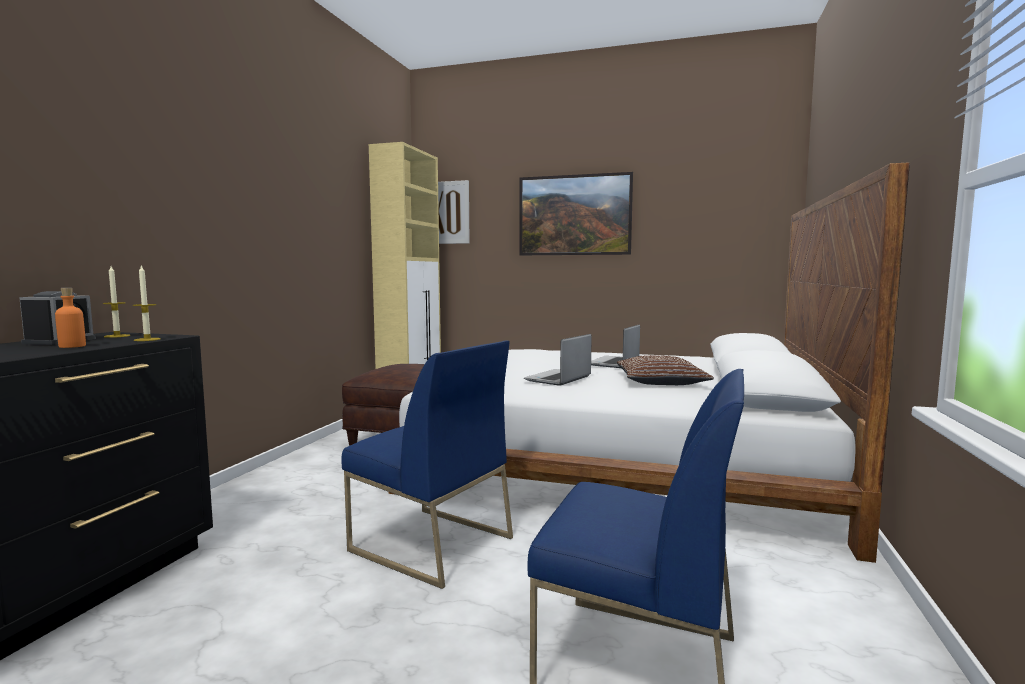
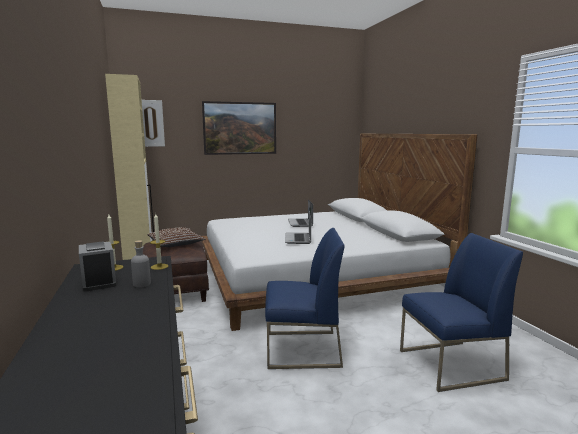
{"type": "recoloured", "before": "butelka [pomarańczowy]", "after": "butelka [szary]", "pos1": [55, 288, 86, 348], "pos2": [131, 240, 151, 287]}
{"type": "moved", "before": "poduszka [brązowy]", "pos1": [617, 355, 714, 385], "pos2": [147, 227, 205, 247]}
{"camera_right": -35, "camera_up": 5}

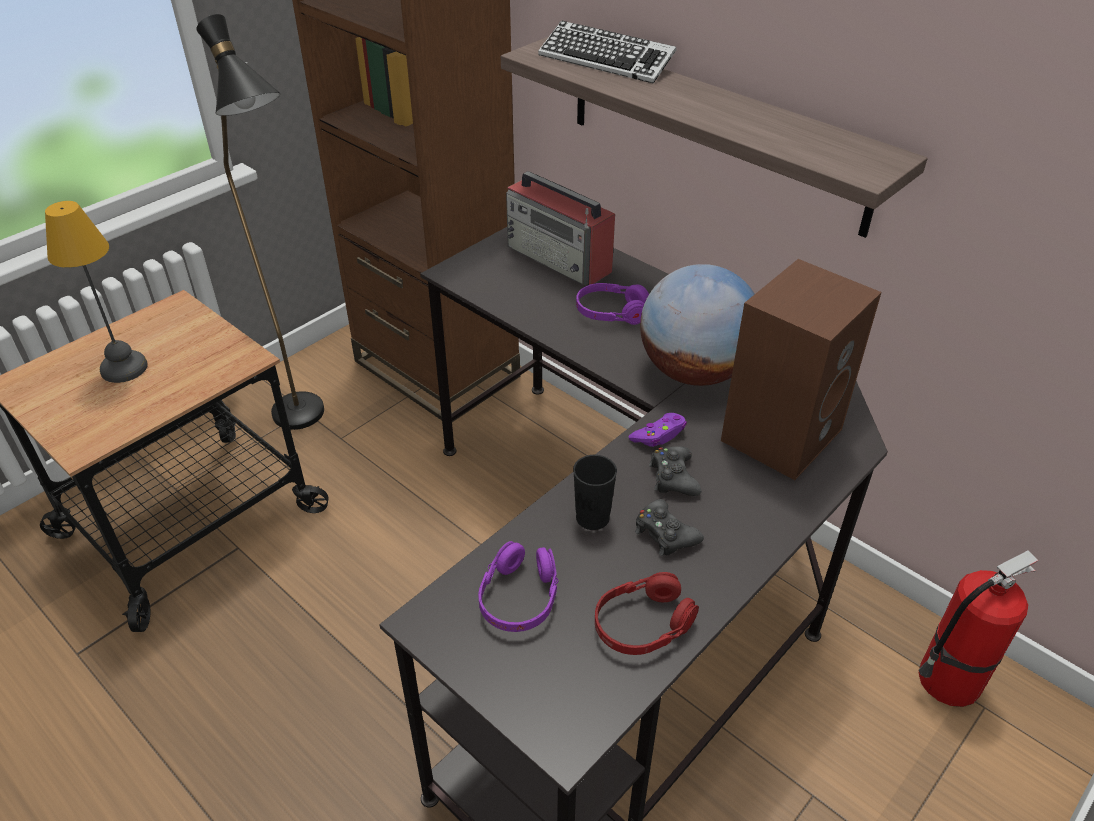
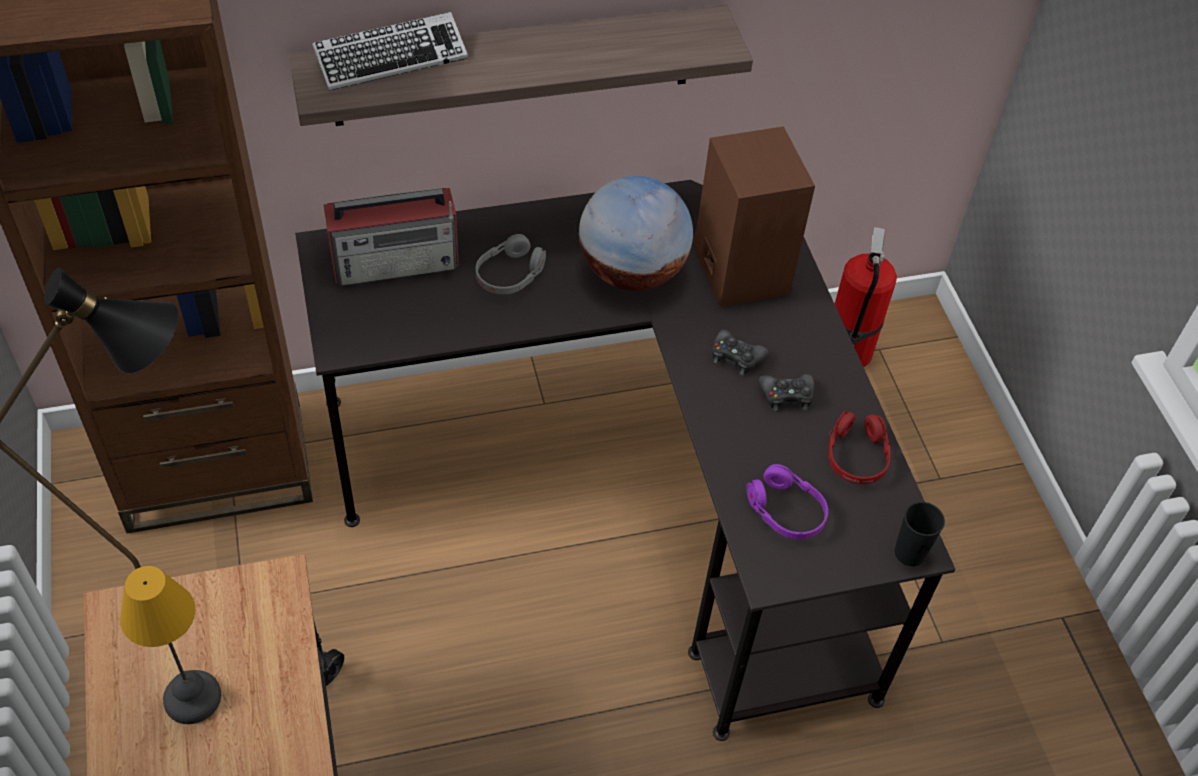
{"type": "recoloured", "before": "słuchawki [fioletowy]", "after": "słuchawki [szary]", "pos1": [576, 283, 649, 325], "pos2": [475, 234, 546, 294]}
{"type": "removed", "before": "pad do gier [fioletowy]", "pos1": [629, 413, 687, 447]}
{"type": "moved", "before": "filiżanka [czarny]", "pos1": [573, 455, 617, 530], "pos2": [894, 502, 945, 566]}
{"camera_right": -60, "camera_up": 10}

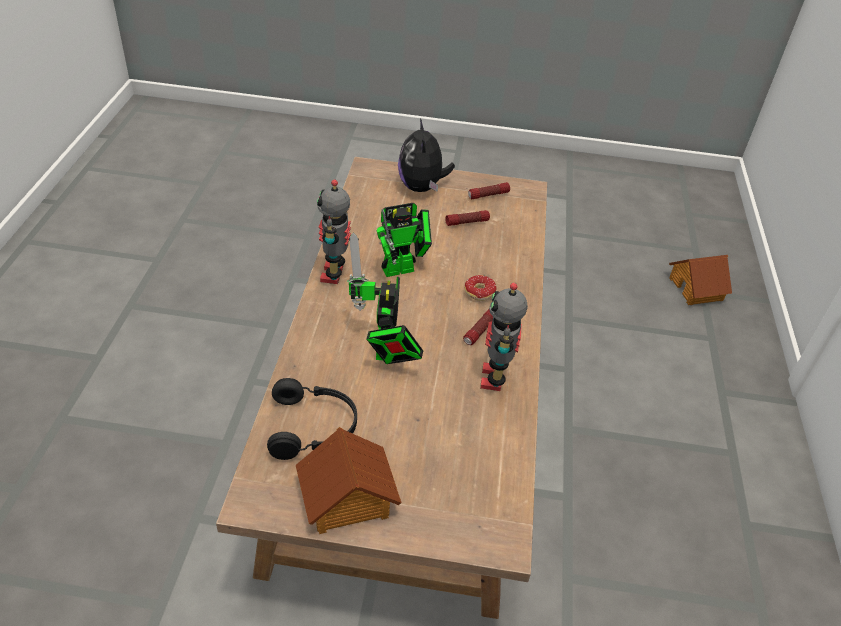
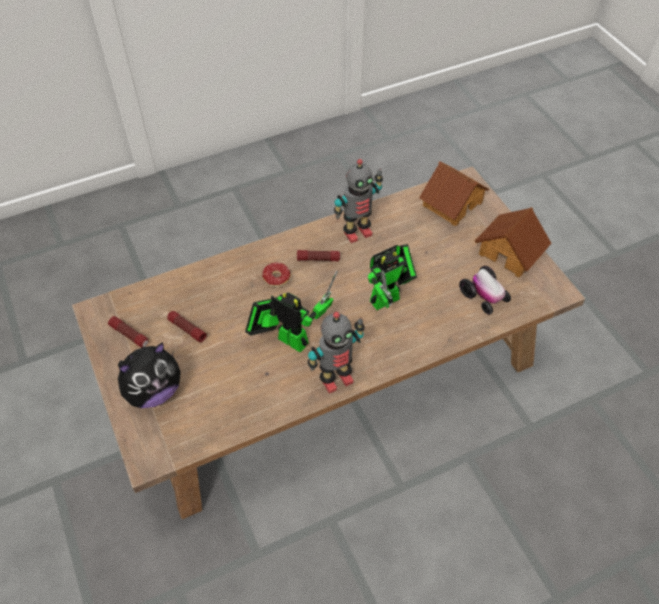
{"type": "moved", "before": "domek", "pos1": [669, 255, 732, 305], "pos2": [419, 161, 489, 226]}
{"type": "replaced", "before": "słuchawki [czarny]", "after": "samochodzik", "pos1": [267, 378, 357, 460], "pos2": [459, 266, 511, 315]}
{"camera_right": -120, "camera_up": 10}

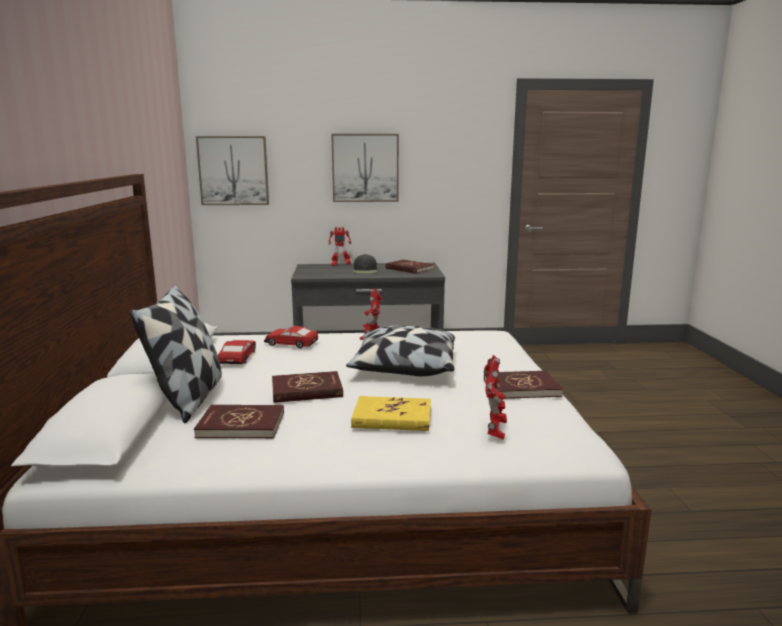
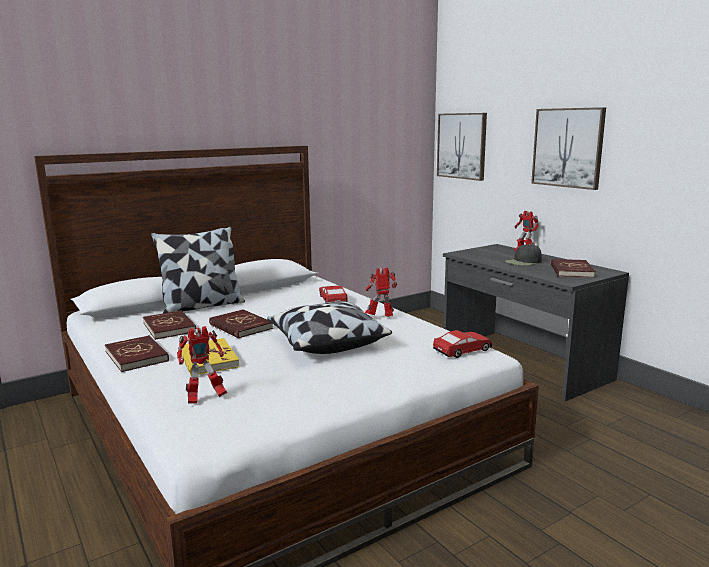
{"type": "moved", "before": "samochodzik", "pos1": [218, 340, 256, 364], "pos2": [433, 330, 492, 358]}
{"type": "moved", "before": "książka [czerwony]", "pos1": [484, 371, 563, 399], "pos2": [105, 335, 169, 372]}
{"camera_right": 60, "camera_up": 0}

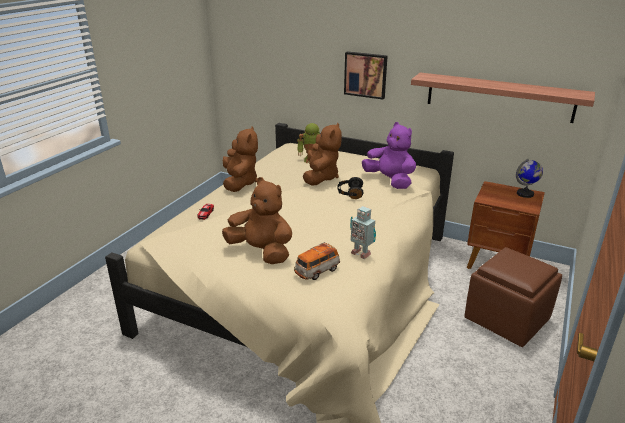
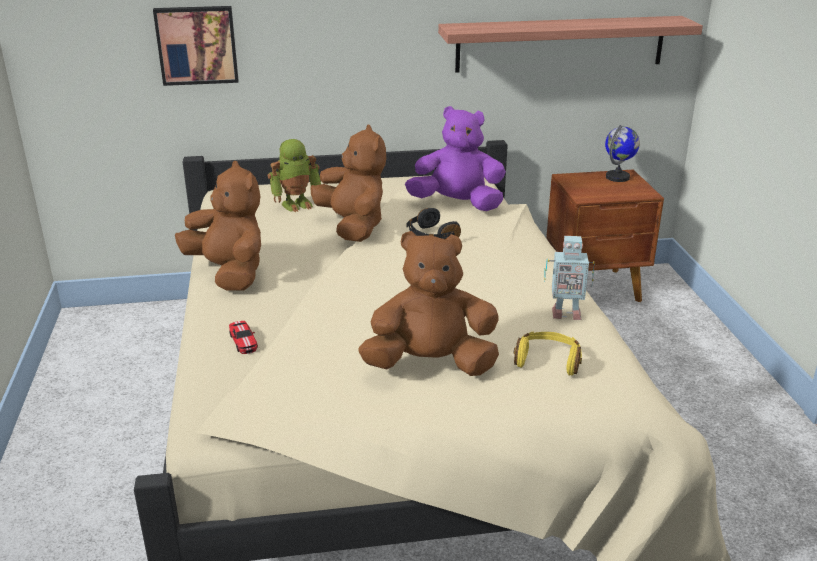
{"type": "moved", "before": "obraz", "pos1": [344, 51, 388, 100], "pos2": [153, 6, 238, 86]}
{"type": "replaced", "before": "samochodzik", "after": "słuchawki [żółty]", "pos1": [294, 242, 340, 280], "pos2": [514, 332, 582, 376]}
{"type": "removed", "before": "pufa [brązowy]", "pos1": [464, 247, 562, 347]}
{"camera_right": -35, "camera_up": 0}

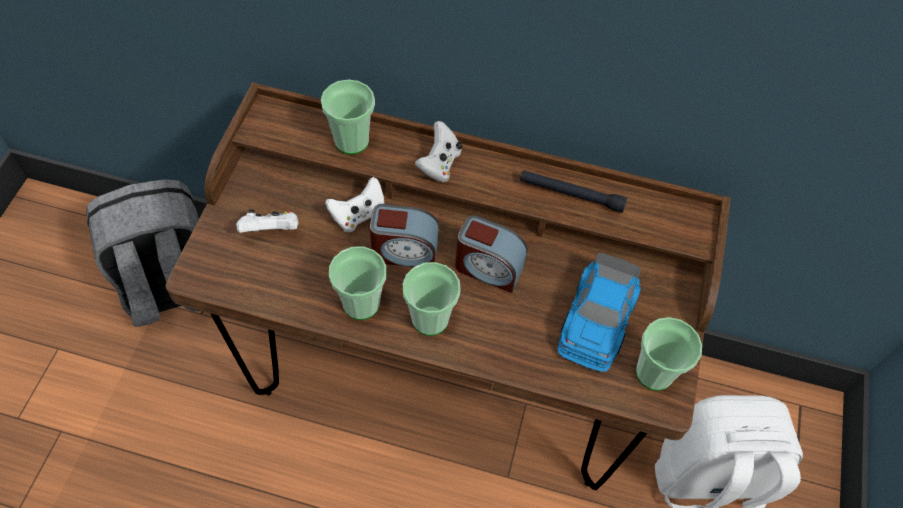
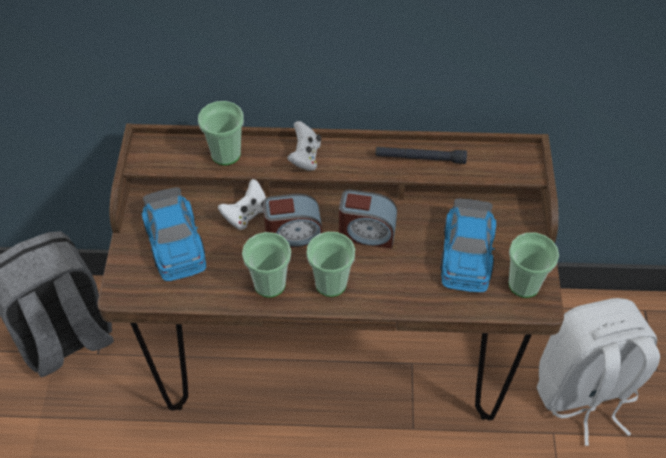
{"type": "replaced", "before": "pad do gier [biały]", "after": "samochodzik", "pos1": [236, 210, 299, 233], "pos2": [142, 187, 206, 281]}
{"camera_right": -10, "camera_up": -5}

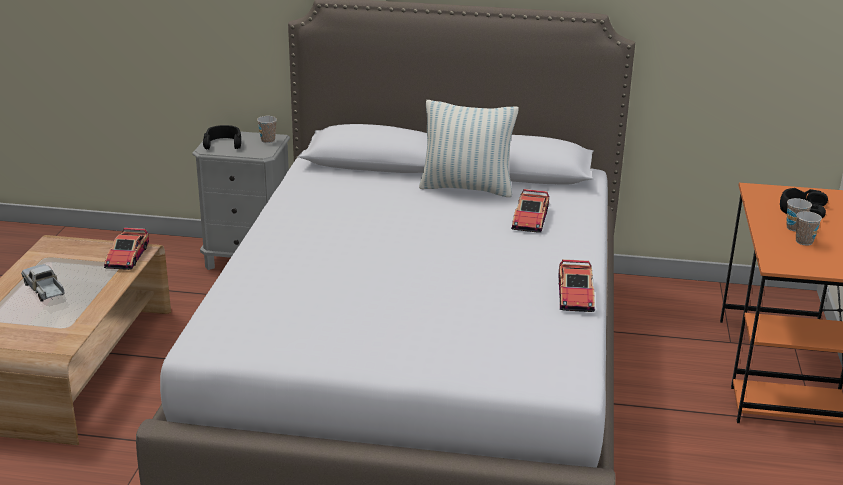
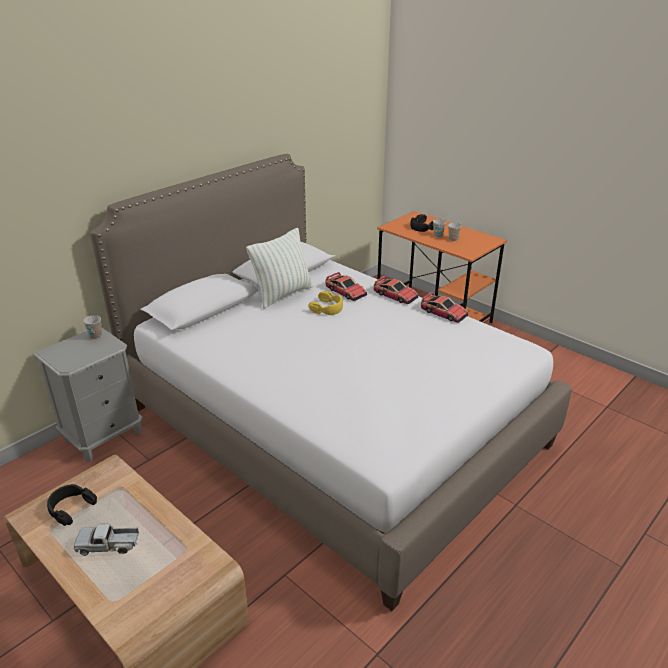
{"type": "moved", "before": "słuchawki [czarny]", "pos1": [203, 125, 241, 150], "pos2": [47, 484, 97, 526]}
{"type": "moved", "before": "samochodzik", "pos1": [104, 228, 149, 270], "pos2": [374, 276, 418, 304]}
{"type": "added", "after": "słuchawki [żółty]", "pos2": [308, 291, 343, 315]}
{"camera_right": -55, "camera_up": 5}

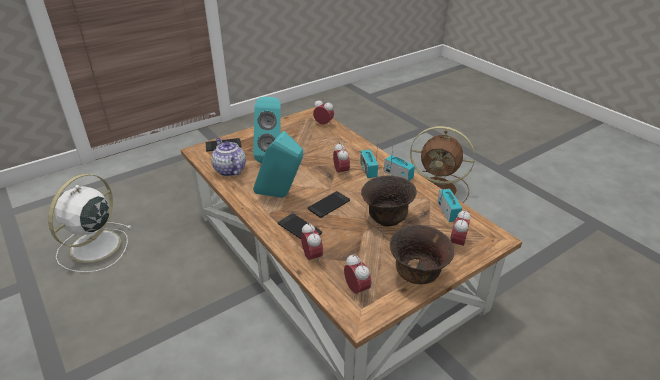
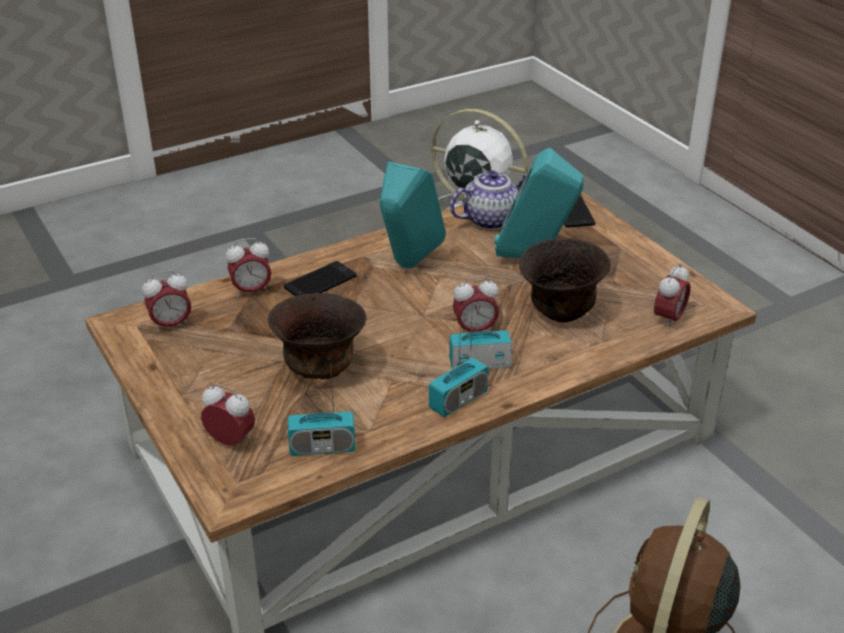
{"type": "removed", "before": "telefon", "pos1": [308, 191, 350, 218]}
{"type": "moved", "before": "miska [brązowy]", "pos1": [390, 225, 454, 285], "pos2": [519, 238, 611, 323]}
{"camera_right": 95, "camera_up": 0}

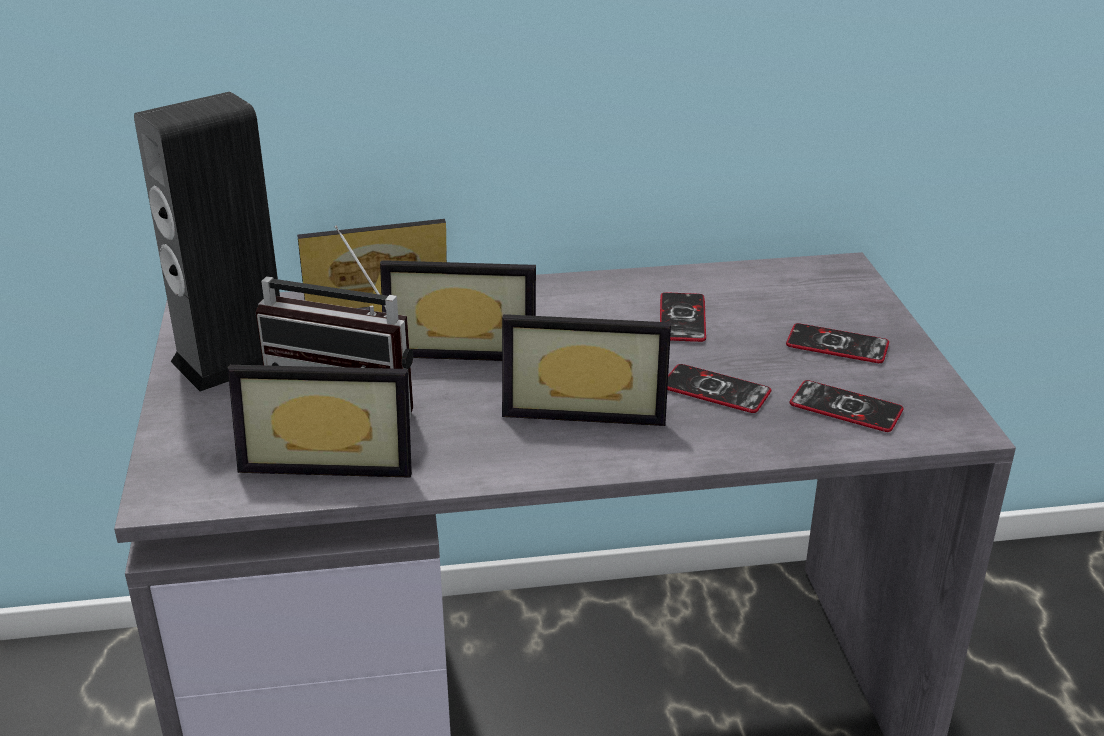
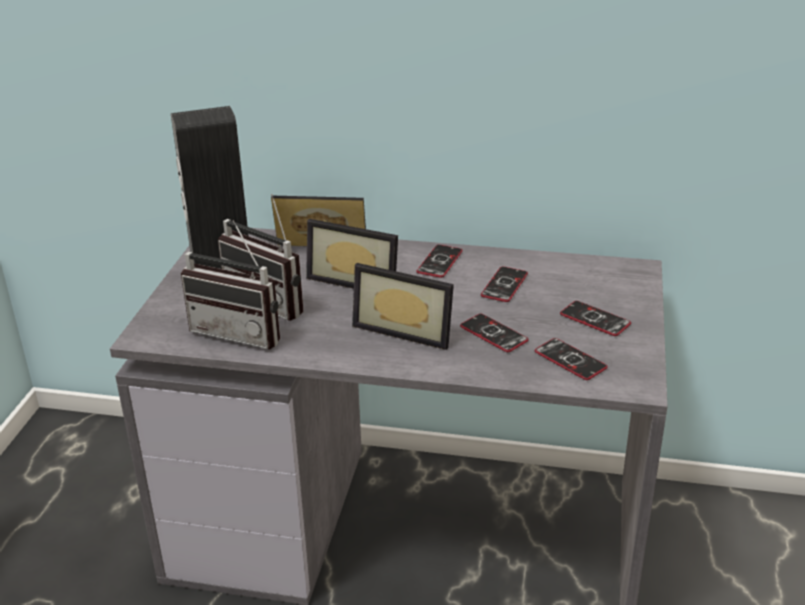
{"type": "replaced", "before": "ramka na zdjęcie", "after": "radio", "pos1": [228, 365, 412, 478], "pos2": [181, 220, 280, 349]}
{"type": "added", "after": "telefon", "pos2": [416, 245, 463, 278]}
{"camera_right": 20, "camera_up": 0}

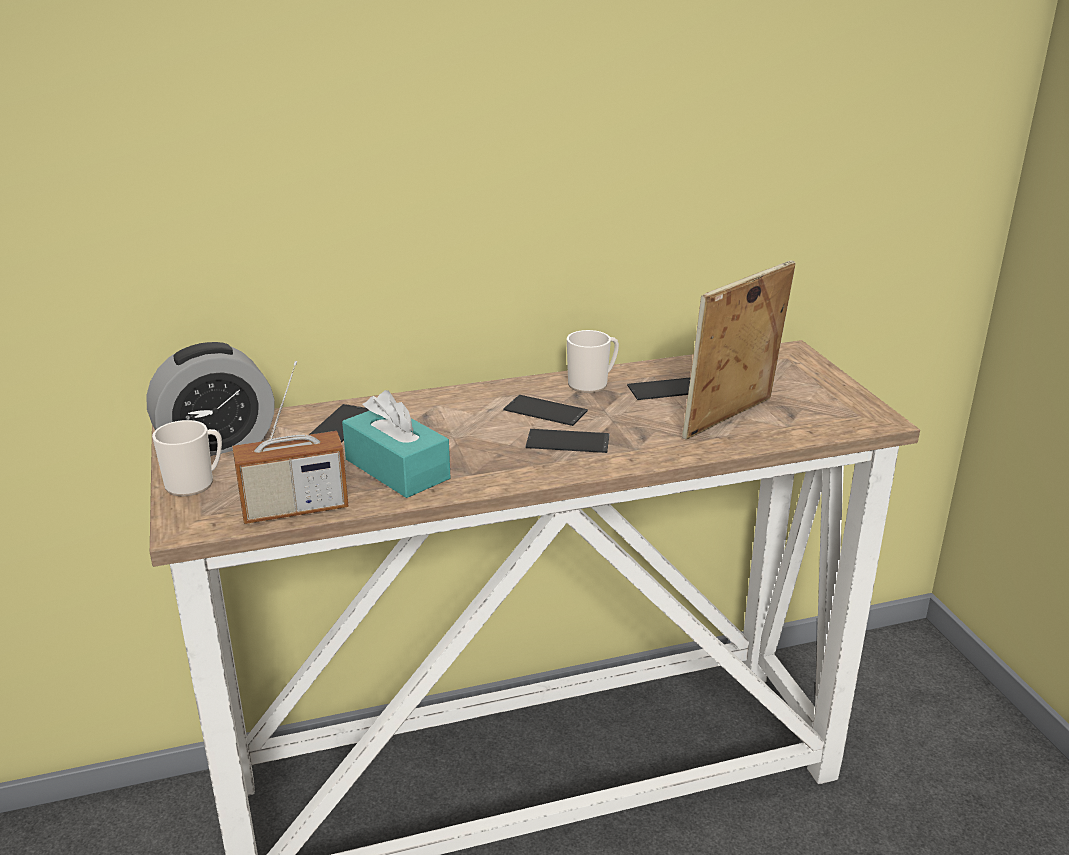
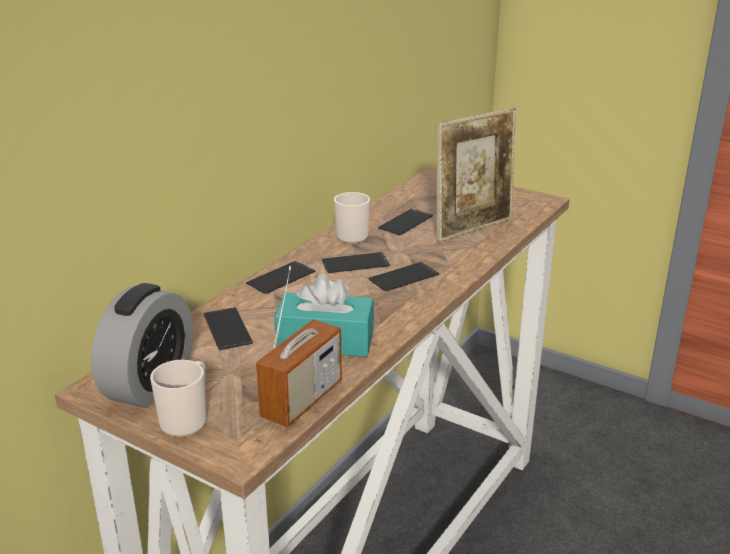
{"type": "turned", "before": "ramka na zdjęcie", "pos1": [682, 260, 796, 440], "pos2": [437, 108, 516, 242], "turn": -135}
{"type": "added", "after": "telefon", "pos2": [246, 261, 315, 294]}
{"camera_right": -40, "camera_up": 0}

